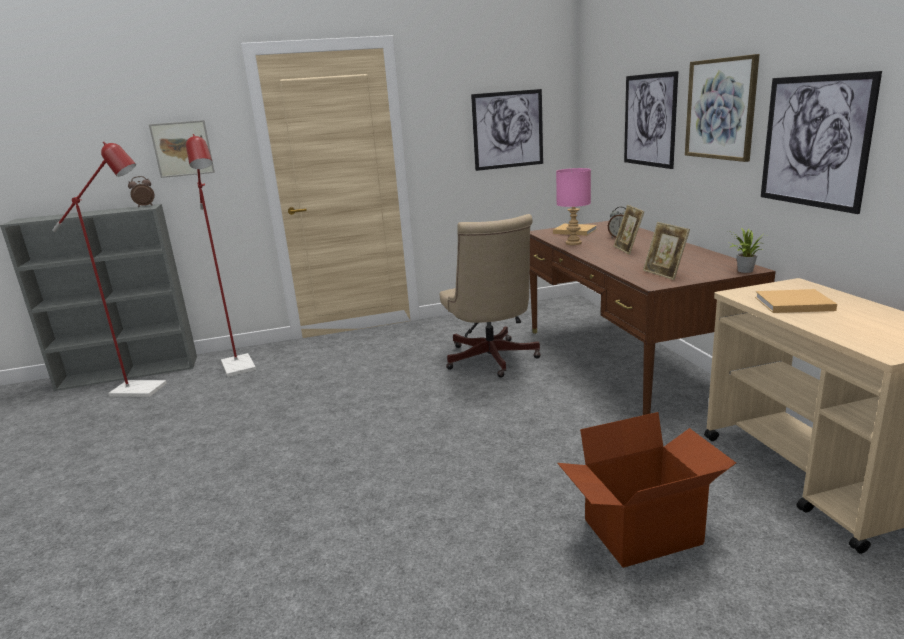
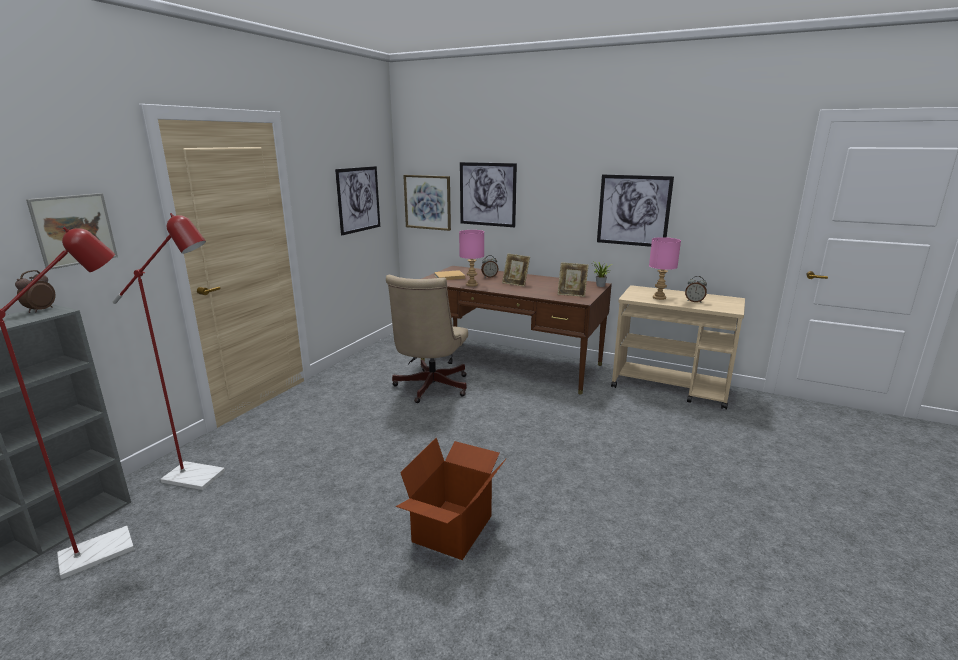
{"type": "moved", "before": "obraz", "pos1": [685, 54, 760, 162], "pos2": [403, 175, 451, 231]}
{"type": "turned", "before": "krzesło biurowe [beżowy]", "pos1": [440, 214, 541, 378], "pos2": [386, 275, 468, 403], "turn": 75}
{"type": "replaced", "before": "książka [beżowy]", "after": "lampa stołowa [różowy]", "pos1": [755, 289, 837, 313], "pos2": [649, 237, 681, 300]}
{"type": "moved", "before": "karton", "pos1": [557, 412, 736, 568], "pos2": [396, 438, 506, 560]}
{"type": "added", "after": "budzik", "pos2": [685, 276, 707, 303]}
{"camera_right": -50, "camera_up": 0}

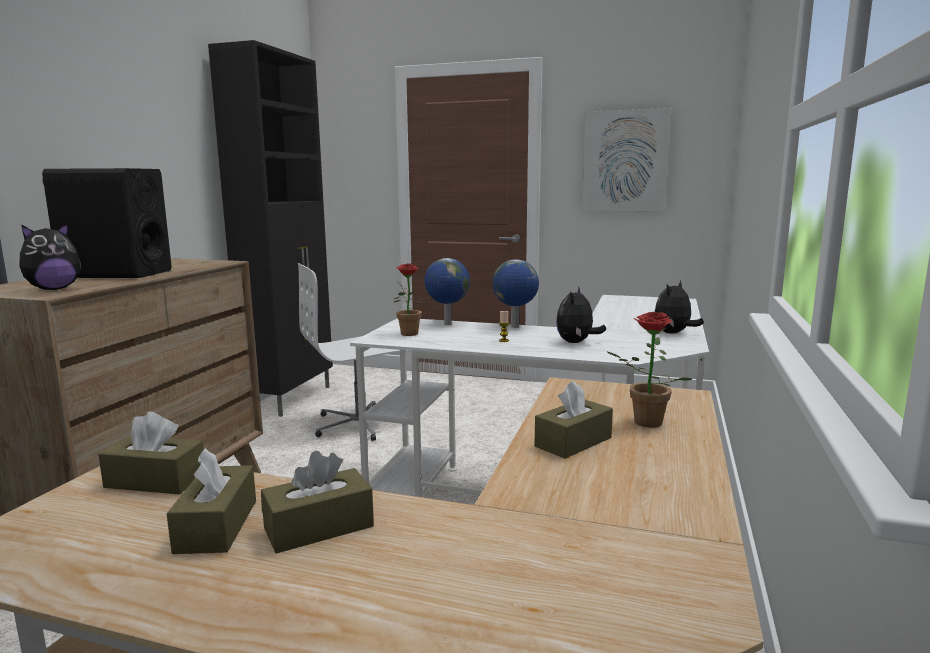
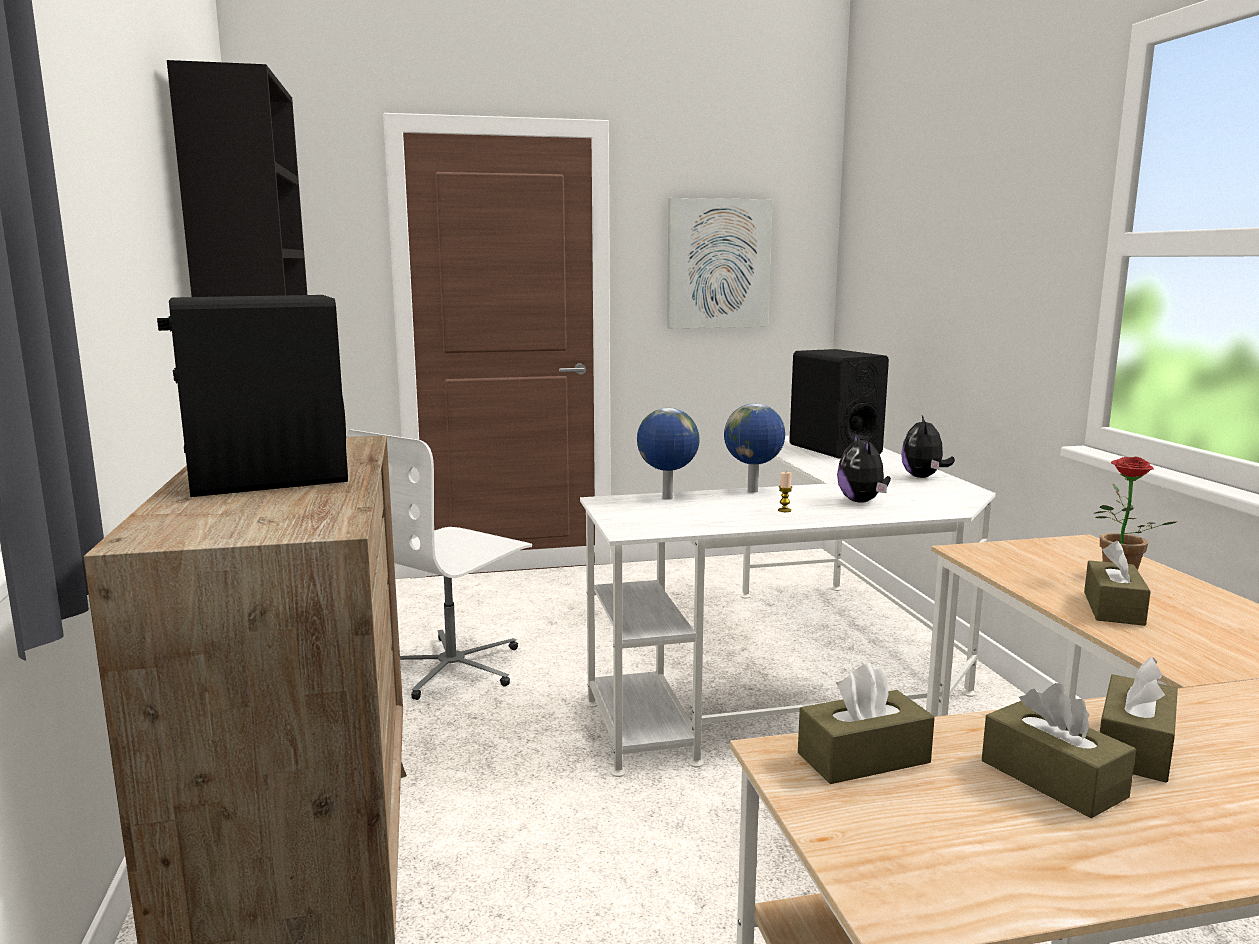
{"type": "removed", "before": "pluszak", "pos1": [20, 223, 81, 290]}
{"type": "removed", "before": "roślina doniczkowa", "pos1": [394, 263, 433, 336]}
{"type": "added", "after": "głośnik [czarny]", "pos2": [789, 349, 889, 459]}
{"camera_right": -30, "camera_up": 0}

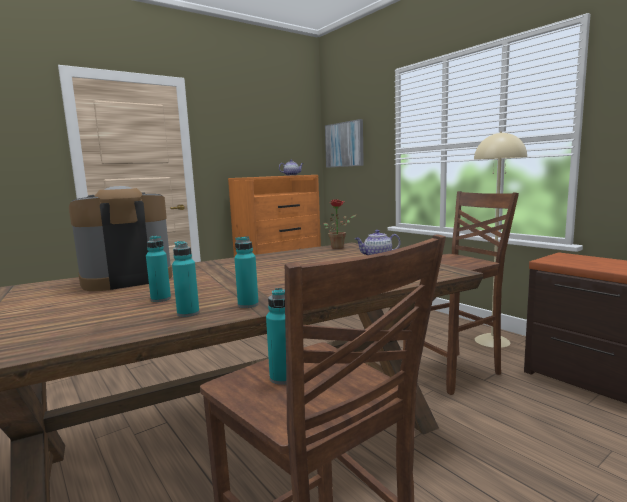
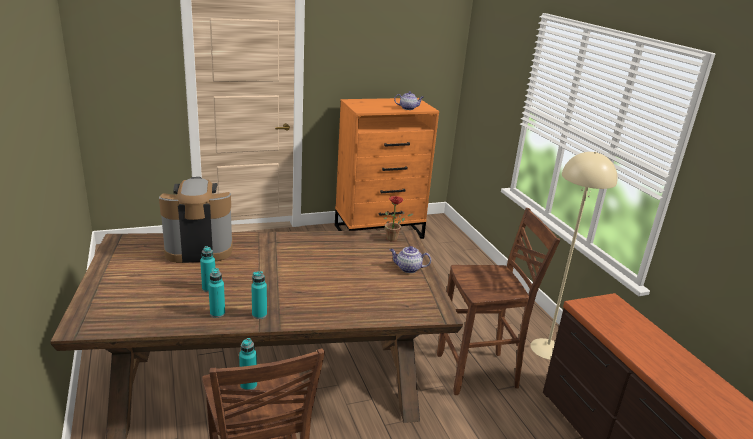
{"type": "removed", "before": "obraz", "pos1": [325, 119, 364, 168]}
{"camera_right": 15, "camera_up": 15}

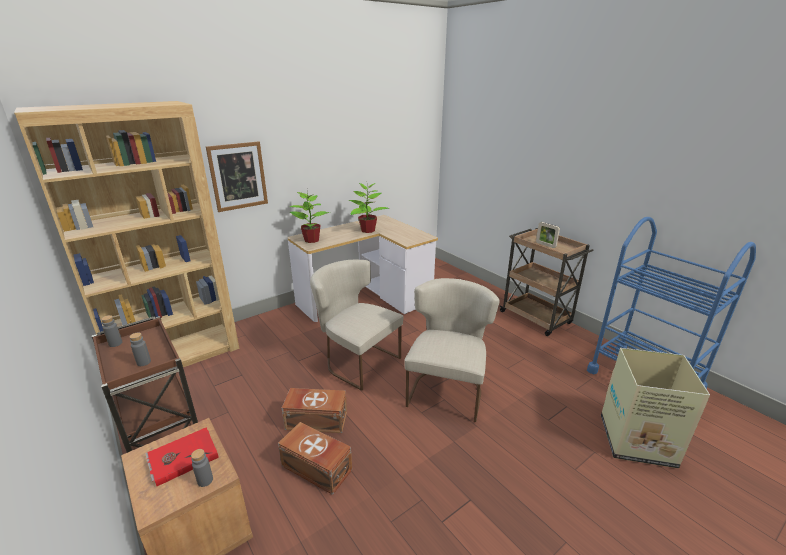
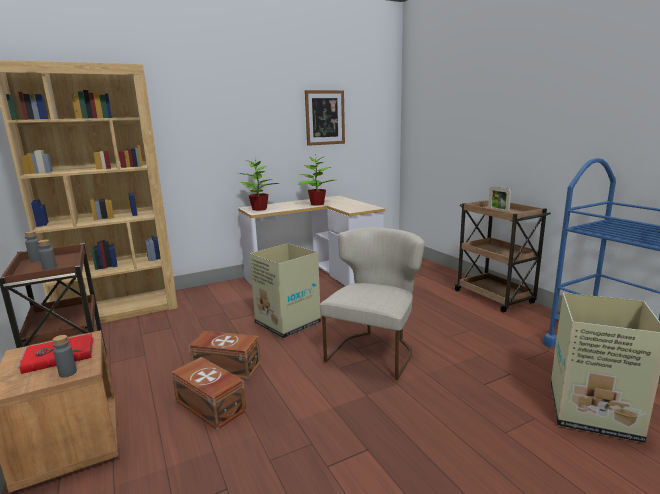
{"type": "moved", "before": "obraz", "pos1": [206, 141, 268, 212], "pos2": [305, 90, 345, 146]}
{"type": "replaced", "before": "krzesło [beżowy]", "after": "karton", "pos1": [310, 260, 403, 391], "pos2": [249, 243, 321, 339]}
{"camera_right": 10, "camera_up": -10}

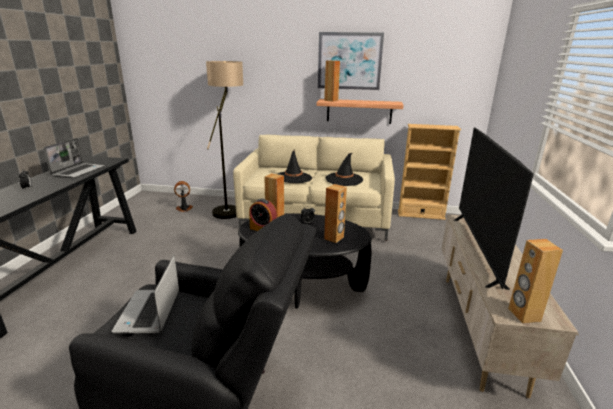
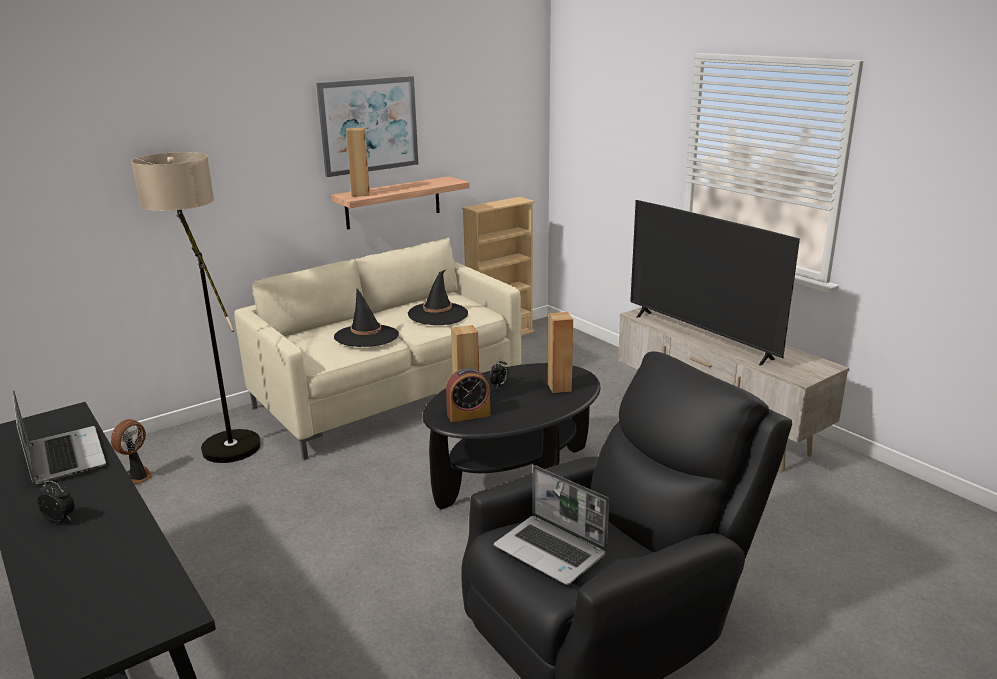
{"type": "removed", "before": "głośnik [brązowy]", "pos1": [508, 239, 563, 324]}
{"camera_right": -45, "camera_up": 0}

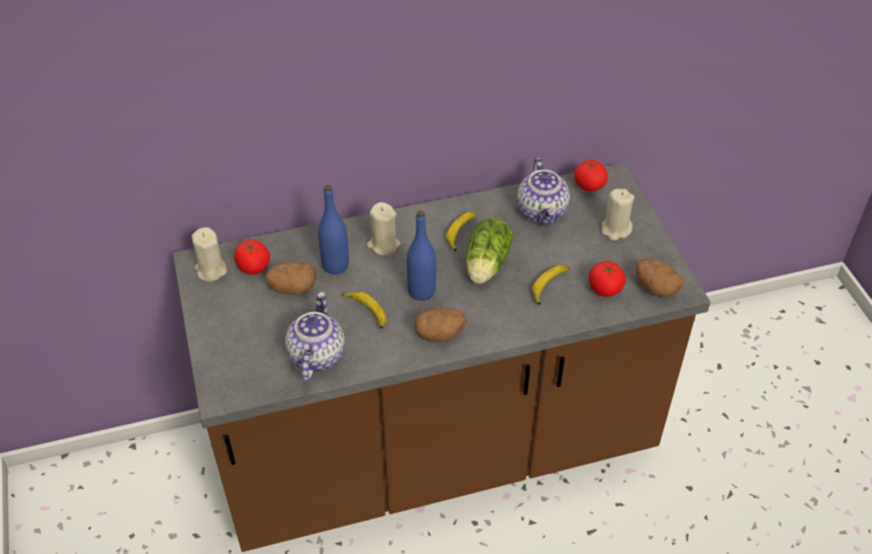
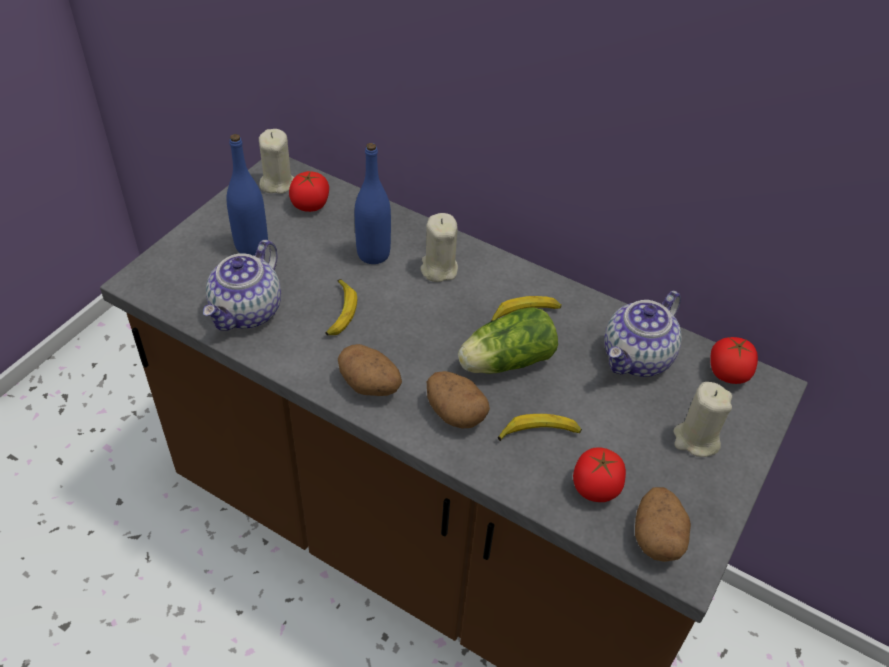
{"type": "moved", "before": "butelka [niebieski]", "pos1": [407, 210, 436, 301], "pos2": [226, 134, 268, 256]}
{"type": "moved", "before": "ziemniak", "pos1": [265, 262, 316, 294], "pos2": [427, 371, 490, 429]}
{"type": "turned", "before": "imbryk", "pos1": [285, 292, 345, 382], "pos2": [203, 240, 281, 331], "turn": 150}
{"camera_right": 45, "camera_up": 0}

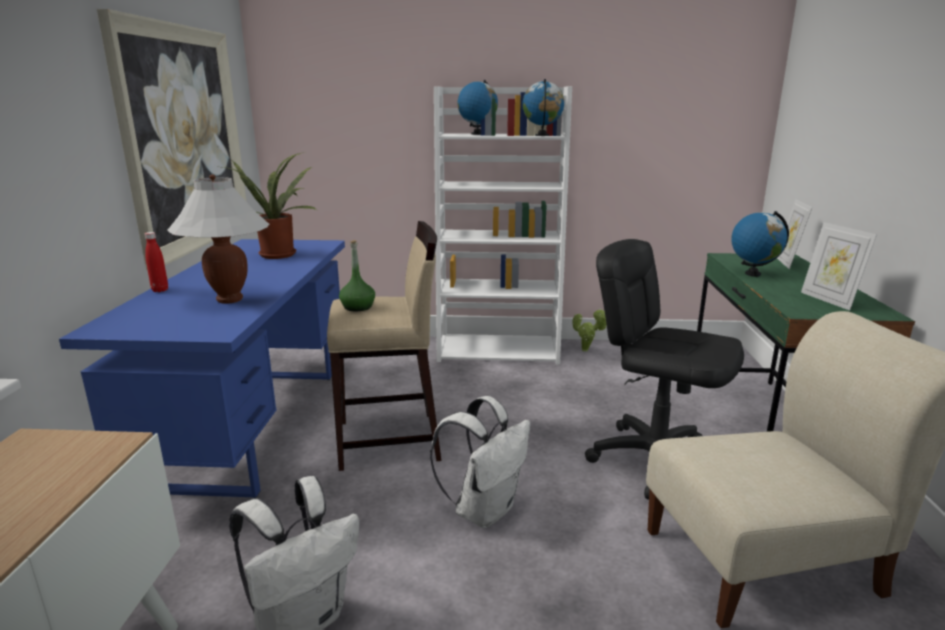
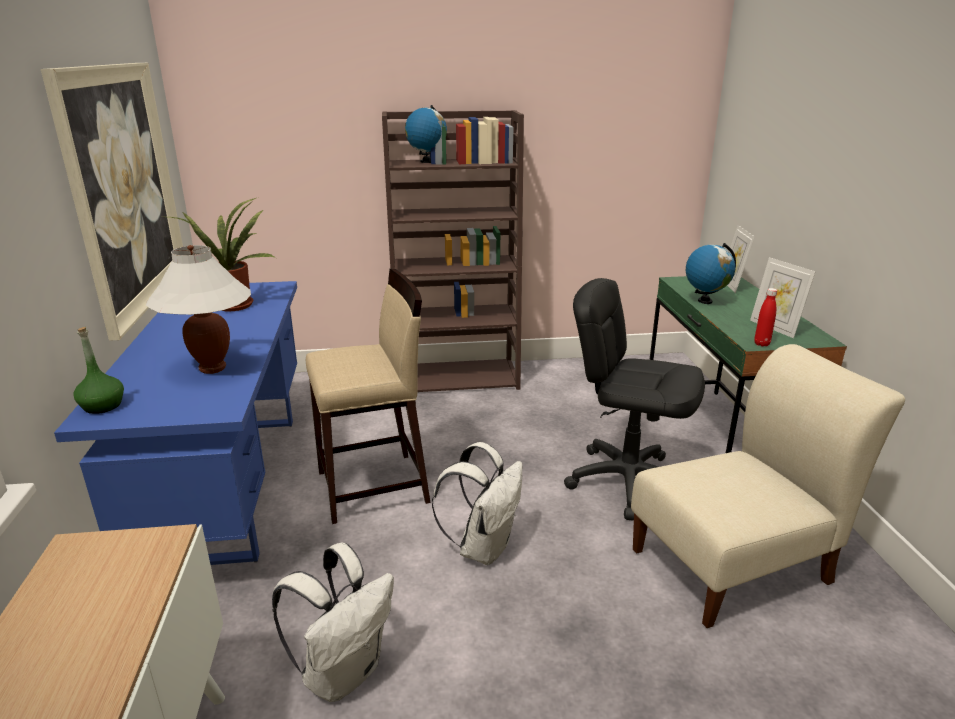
{"type": "removed", "before": "globus", "pos1": [522, 79, 564, 136]}
{"type": "recoloured", "before": "regał [biały]", "after": "regał [brązowy]", "pos1": [434, 86, 572, 365], "pos2": [382, 110, 524, 392]}
{"type": "moved", "before": "butelka [czerwony]", "pos1": [145, 232, 168, 292], "pos2": [754, 288, 777, 346]}
{"type": "moved", "before": "butelka [zielony]", "pos1": [339, 240, 375, 311], "pos2": [73, 327, 124, 414]}
{"type": "removed", "before": "roślina doniczkowa", "pos1": [573, 308, 607, 352]}
{"camera_right": -10, "camera_up": 5}

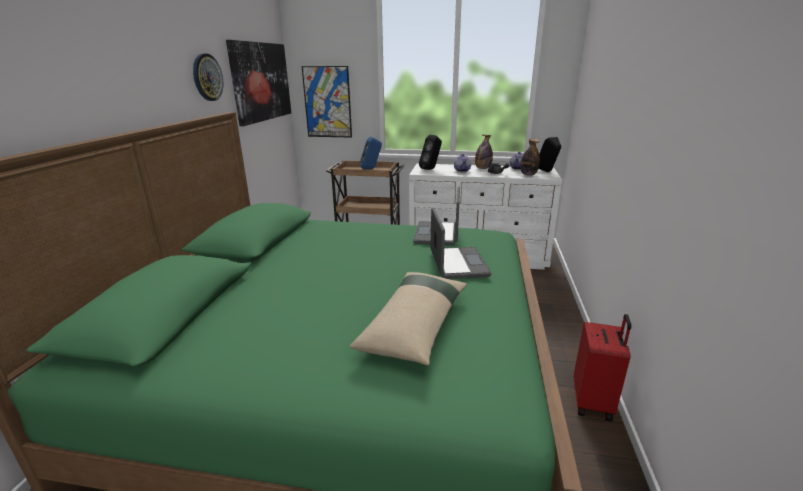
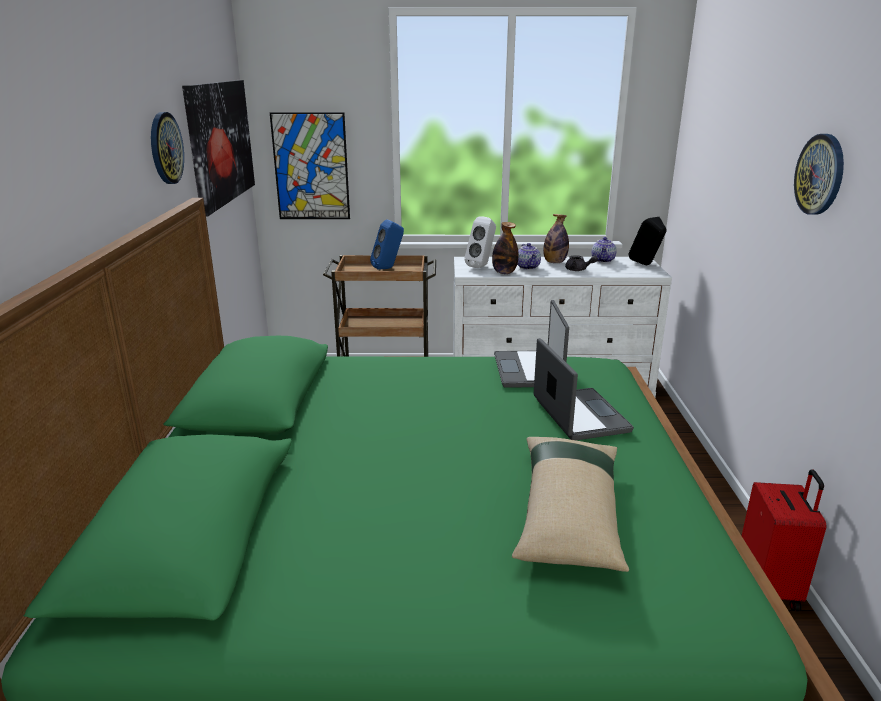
{"type": "recoloured", "before": "głośnik [czarny]", "after": "głośnik [biały]", "pos1": [419, 135, 442, 170], "pos2": [464, 216, 496, 268]}
{"type": "moved", "before": "butelka", "pos1": [520, 139, 540, 176], "pos2": [492, 222, 518, 274]}
{"type": "added", "after": "zegar ścienny", "pos2": [794, 134, 844, 215]}
{"camera_right": -10, "camera_up": 0}

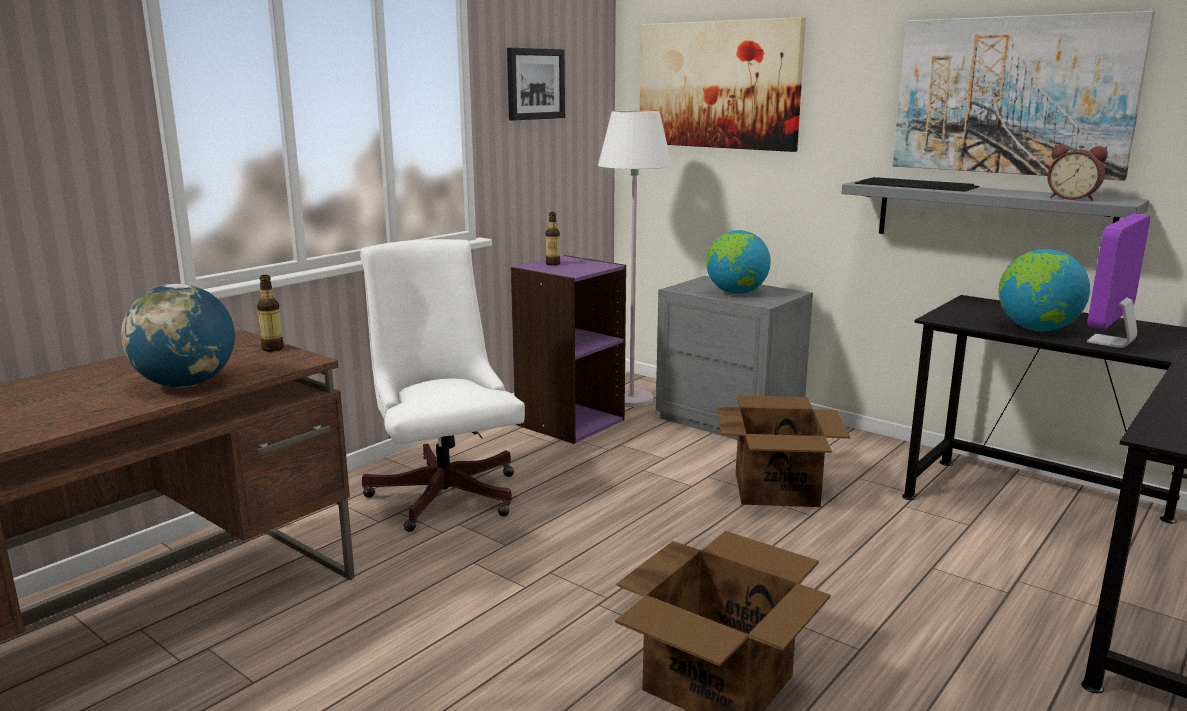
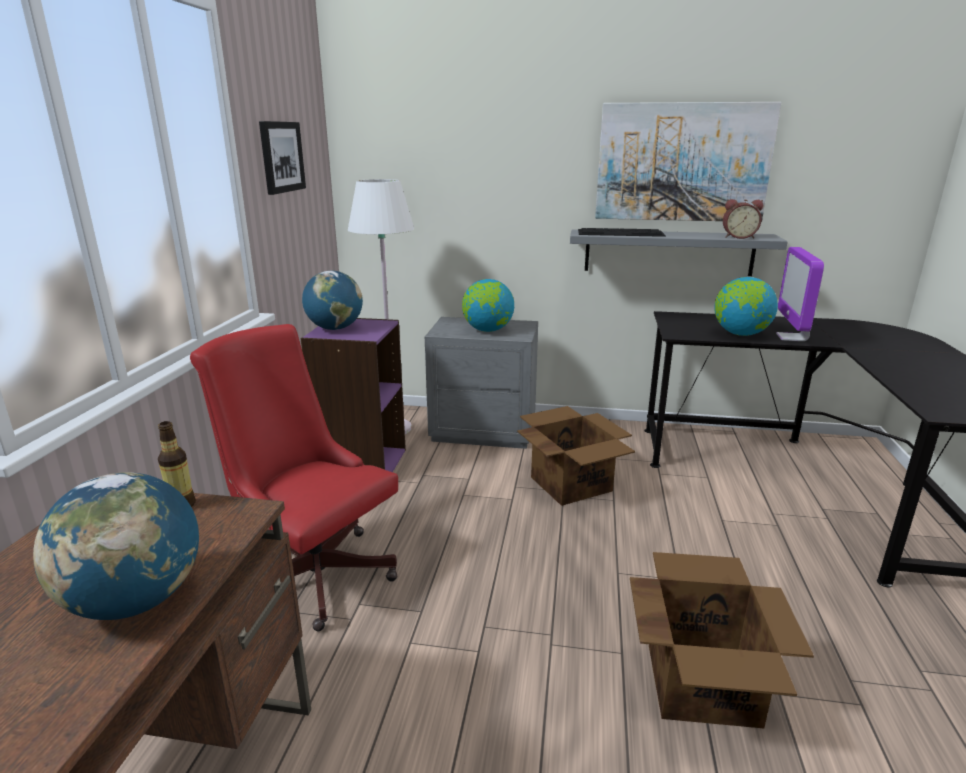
{"type": "removed", "before": "obraz", "pos1": [640, 17, 806, 152]}
{"type": "replaced", "before": "butelka", "after": "globus", "pos1": [546, 212, 560, 266], "pos2": [302, 271, 363, 330]}
{"type": "recoloured", "before": "krzesło biurowe [biały]", "after": "krzesło biurowe [czerwony]", "pos1": [360, 239, 525, 532], "pos2": [190, 324, 398, 631]}
{"camera_right": -30, "camera_up": 5}

